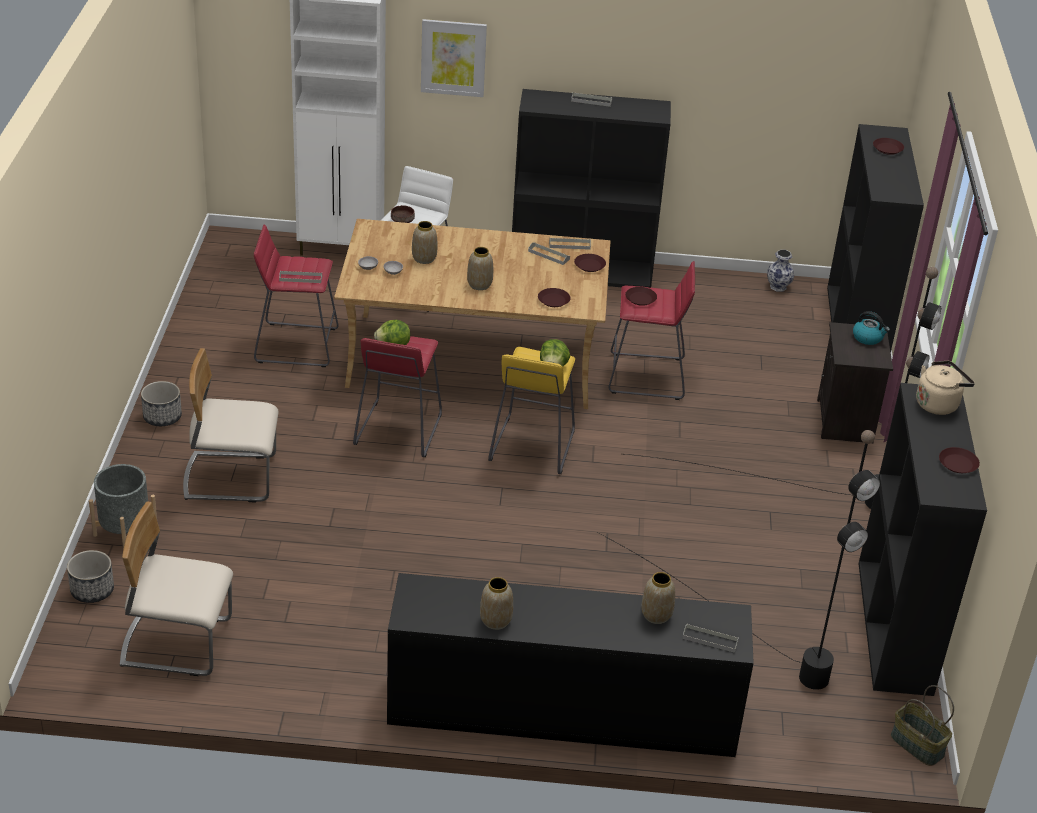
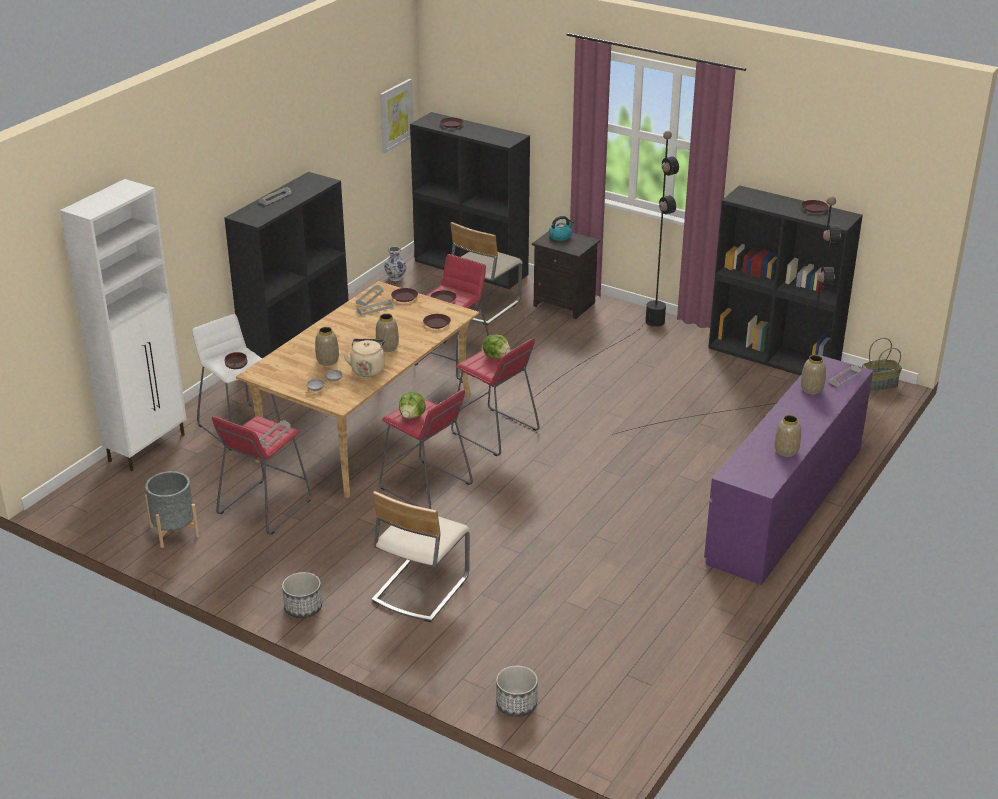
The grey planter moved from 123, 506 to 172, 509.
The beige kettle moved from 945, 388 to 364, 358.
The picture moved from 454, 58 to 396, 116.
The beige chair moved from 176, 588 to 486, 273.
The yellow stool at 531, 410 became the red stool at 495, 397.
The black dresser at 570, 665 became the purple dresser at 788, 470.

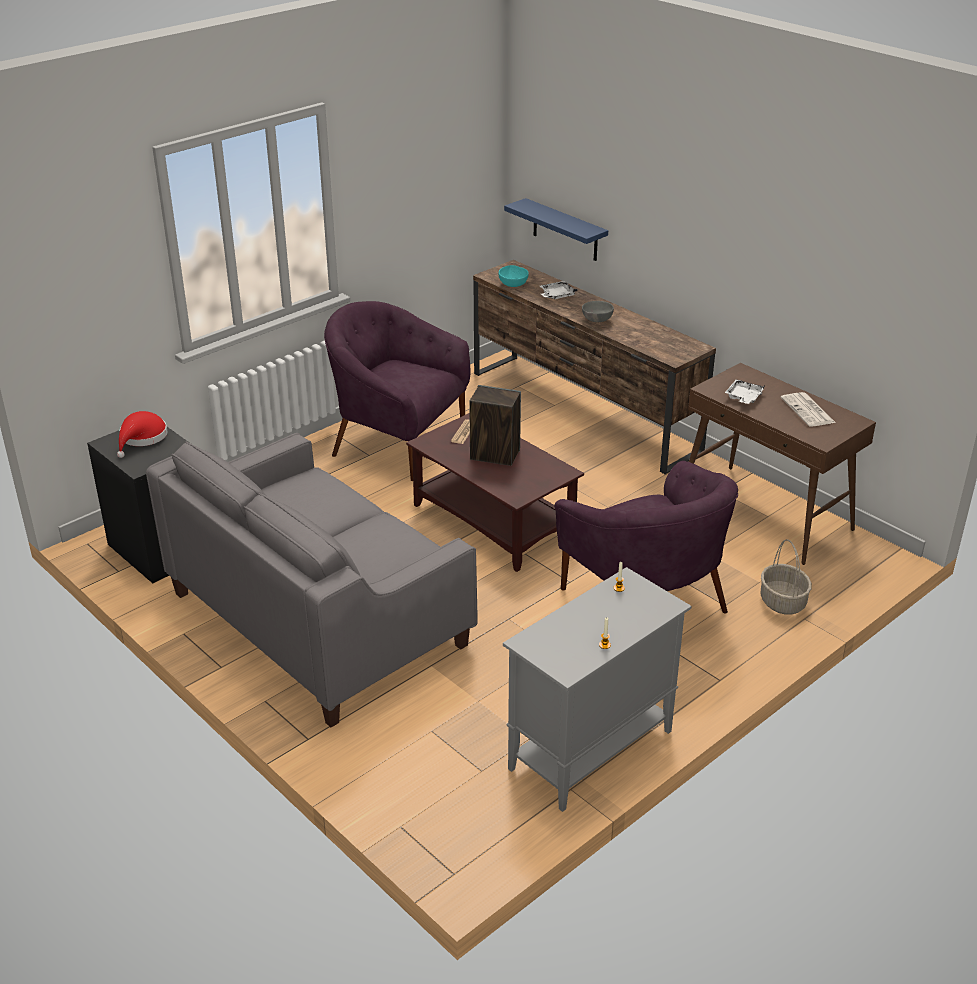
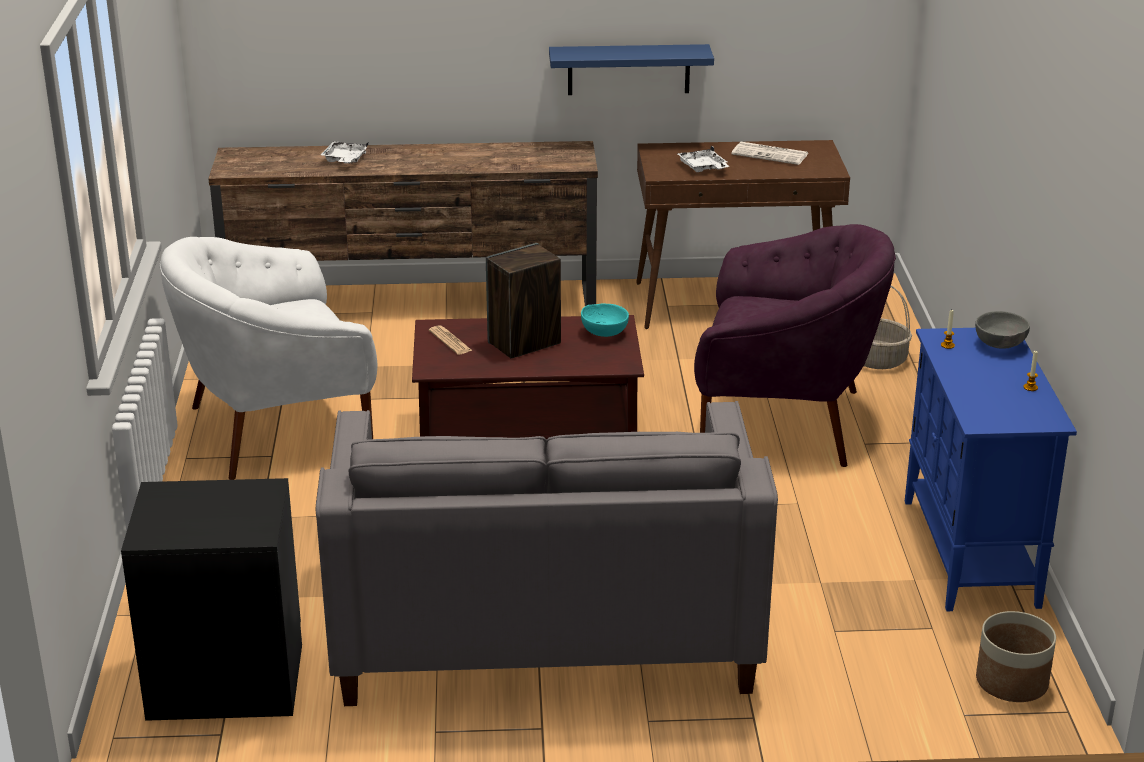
The purple armchair at 397, 391 became the white armchair at 268, 358.
The blue shelf moved from 556, 229 to 631, 69.
The turquoise bowl moved from 513, 276 to 605, 320.
The grey cabinet at 597, 689 became the blue cabinet at 991, 469.
The grey bowl moved from 598, 311 to 1002, 330.
The planter at 1016, 656 appeared.
The red hat at 142, 434 disappeared.

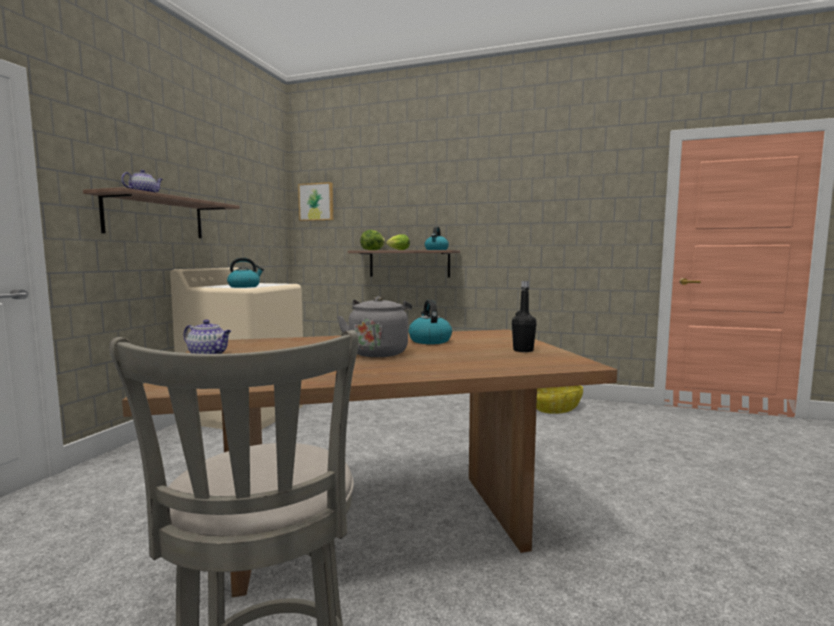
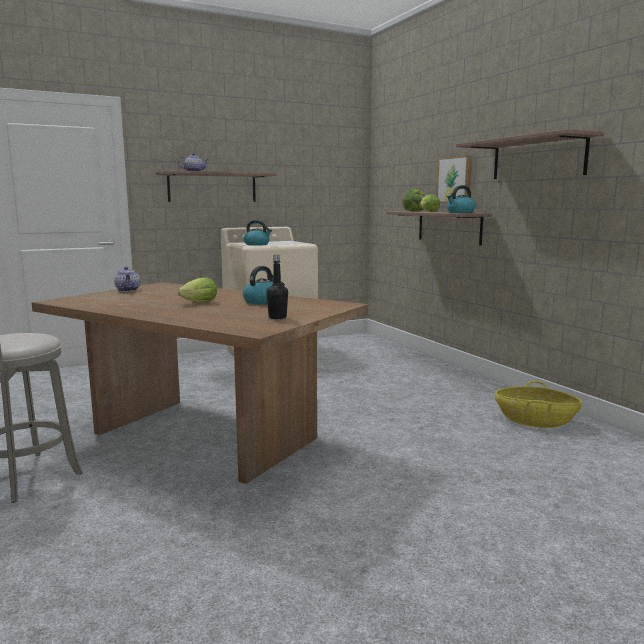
The grey kettle at 374, 326 was replaced by the lettuce at 197, 289.
The picture moved from 315, 201 to 454, 179.
The shelf at 530, 154 appeared.

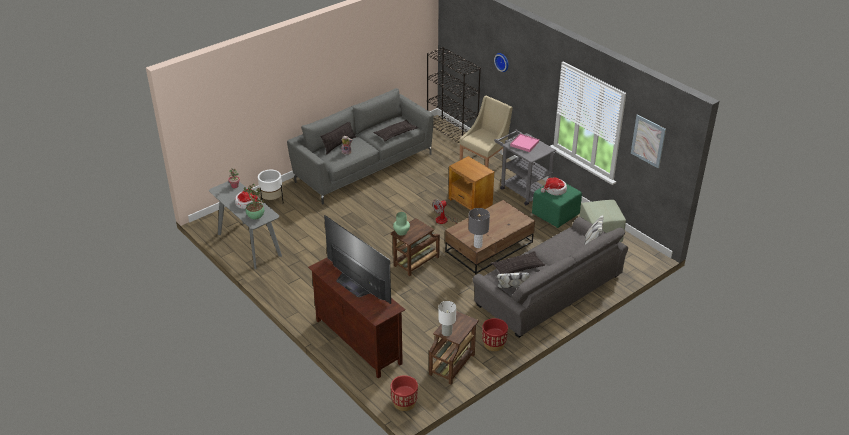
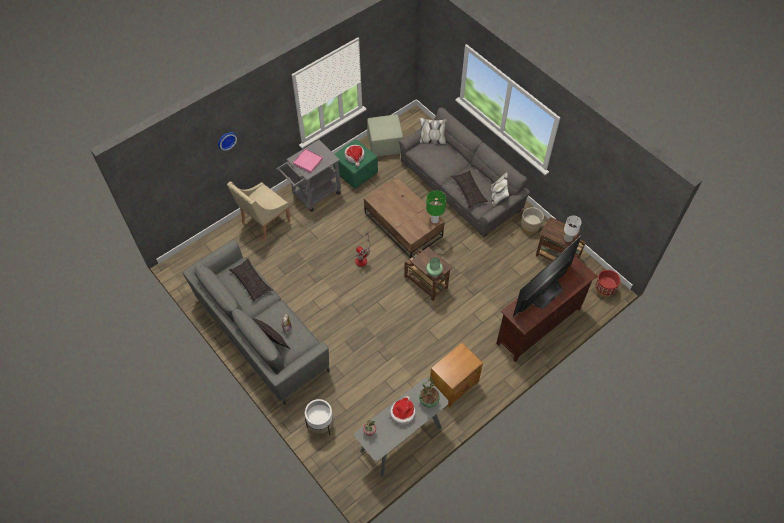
The beige armchair at 486, 131 turned 90 degrees counterclockwise.
The grey table lamp at 479, 228 became the green table lamp at 436, 206.
The brown side table moved from 471, 183 to 456, 375.
The red planter at 495, 334 became the beige planter at 532, 220.
The black bookcase at 454, 94 disappeared.
The picture at 648, 141 disappeared.

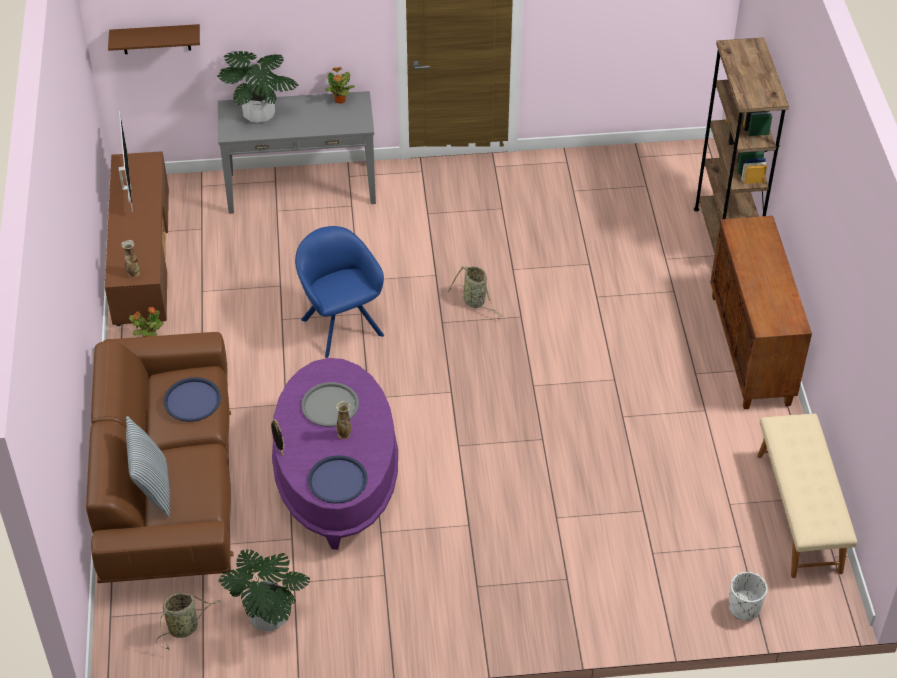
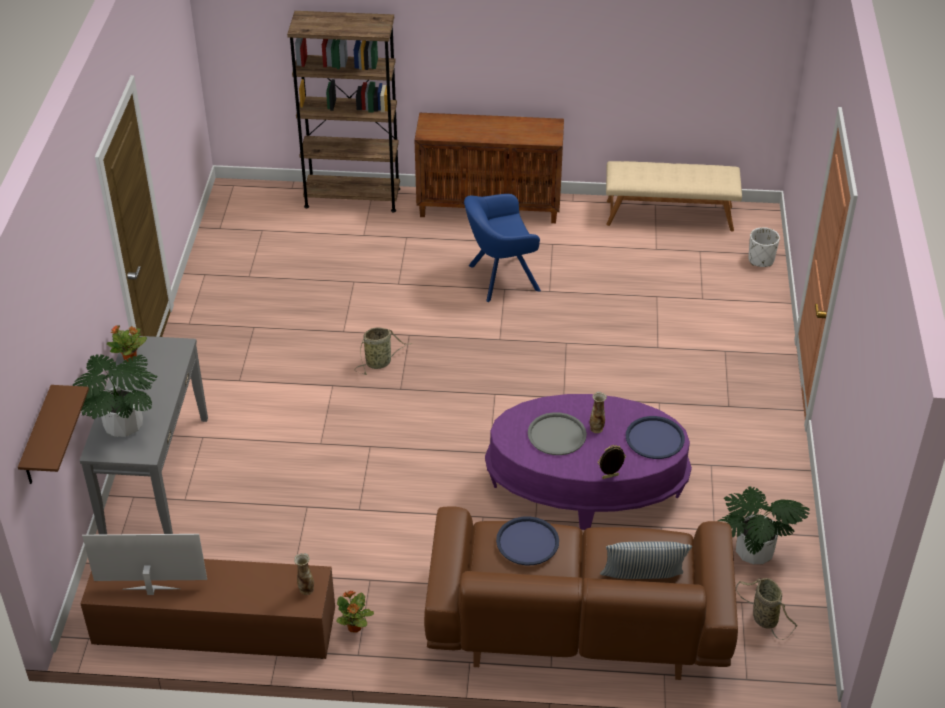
The blue armchair moved from 339, 292 to 502, 248.

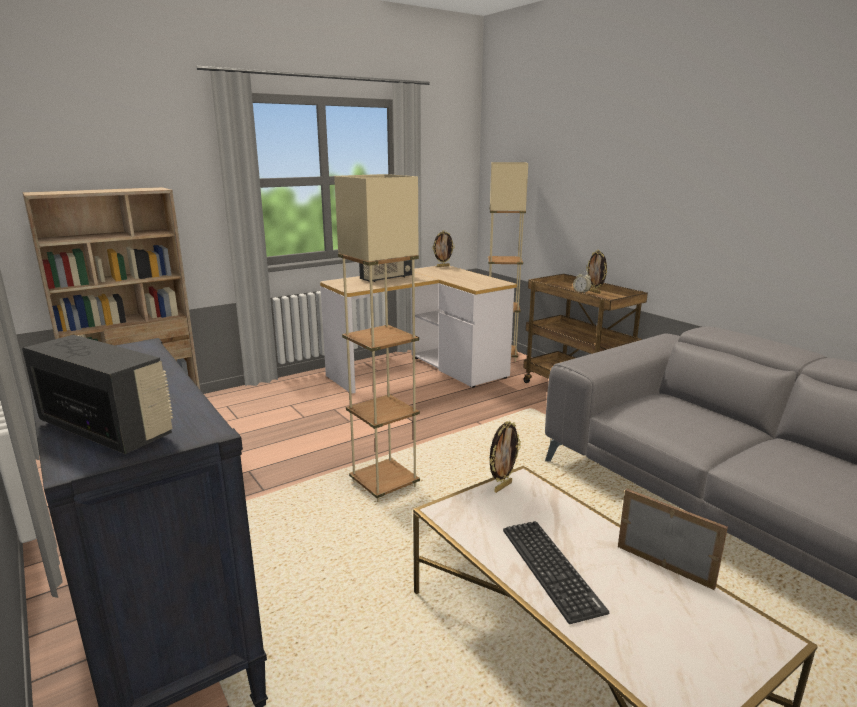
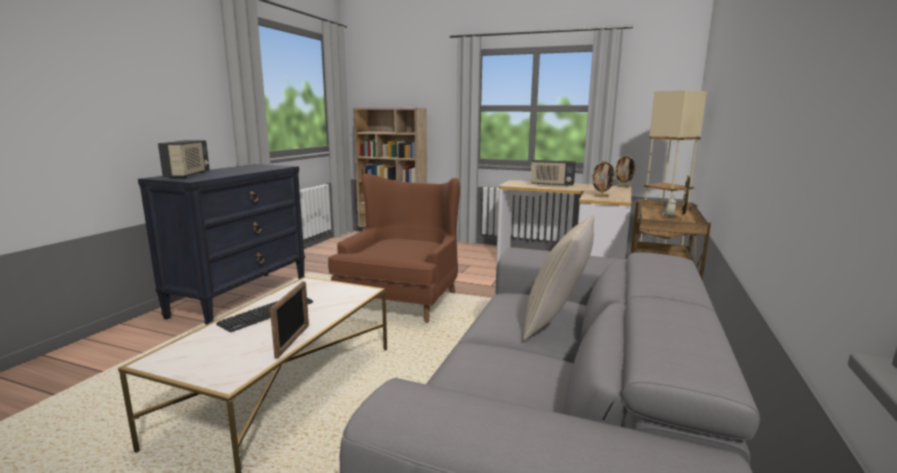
The beige floor lamp at 377, 338 was replaced by the brown armchair at 394, 248.
The beige pillow at 558, 277 appeared.
The picture frame moved from 505, 457 to 603, 178.

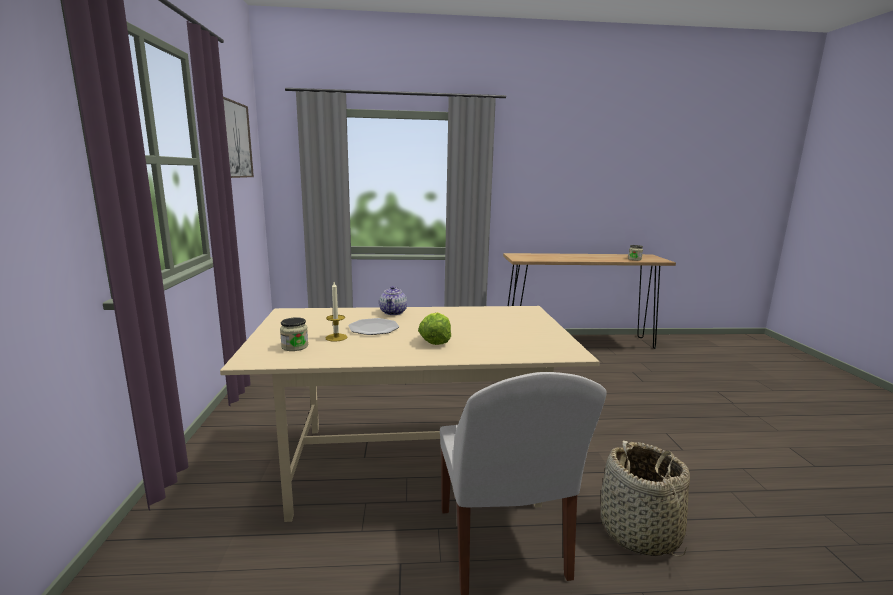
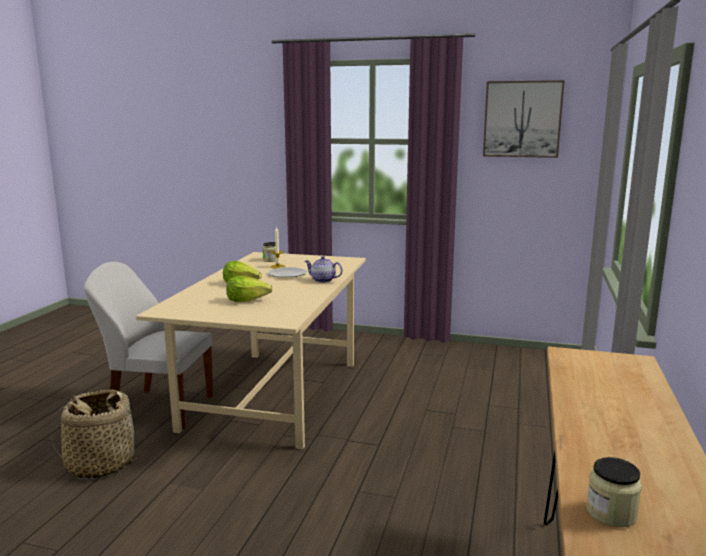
The lettuce at 249, 289 appeared.

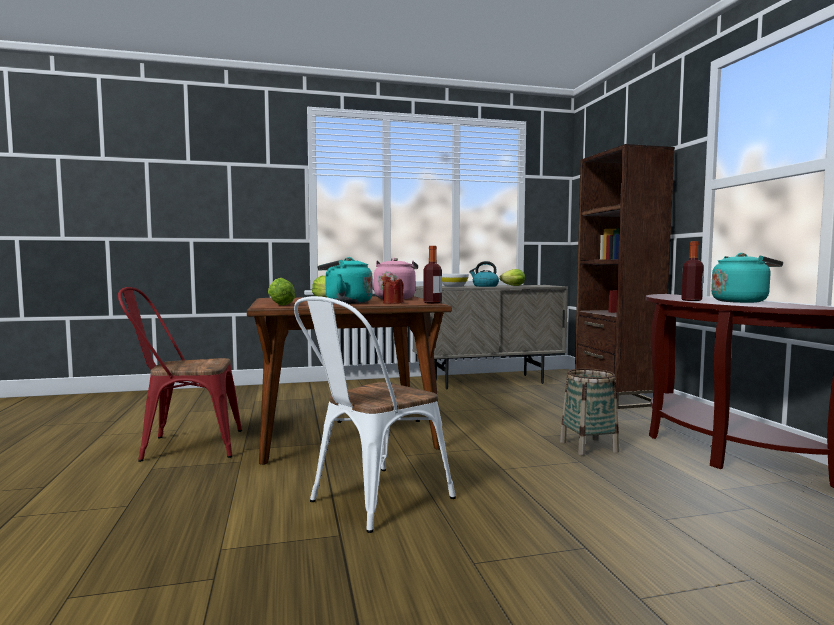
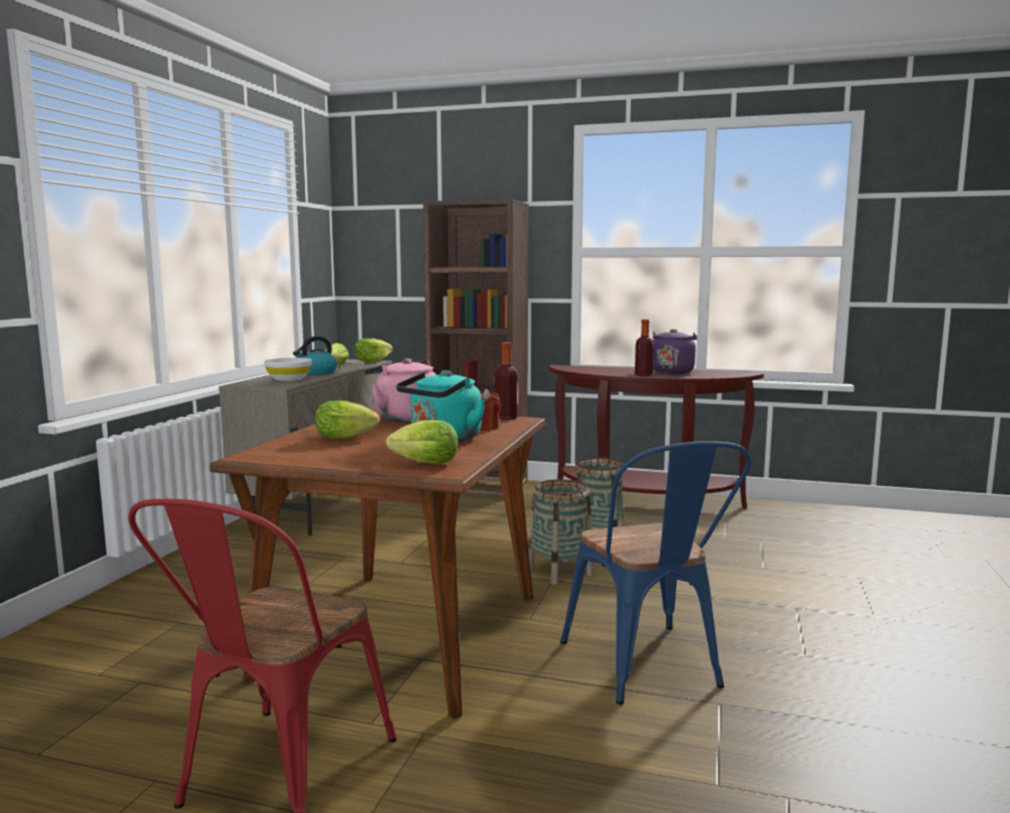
The lettuce at 374, 350 appeared.
The basket at 561, 532 appeared.
The white chair at 375, 414 became the blue chair at 655, 573.
The turquoise kettle at 747, 278 became the purple kettle at 675, 351.

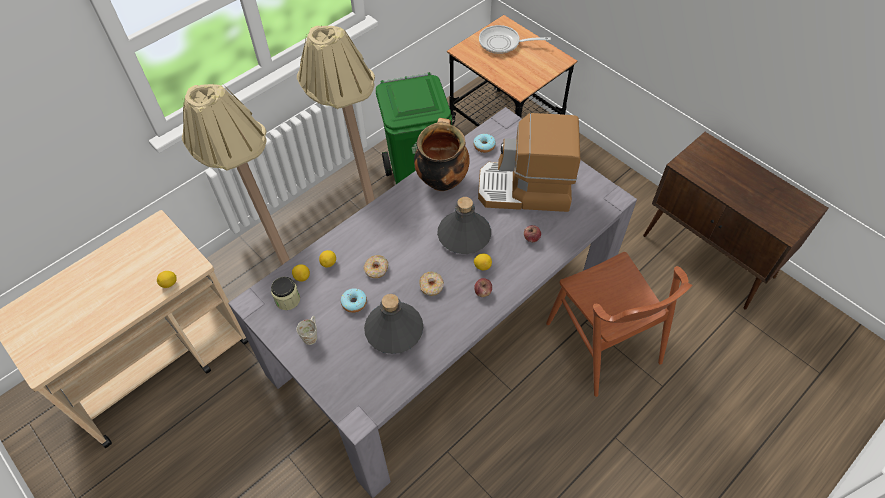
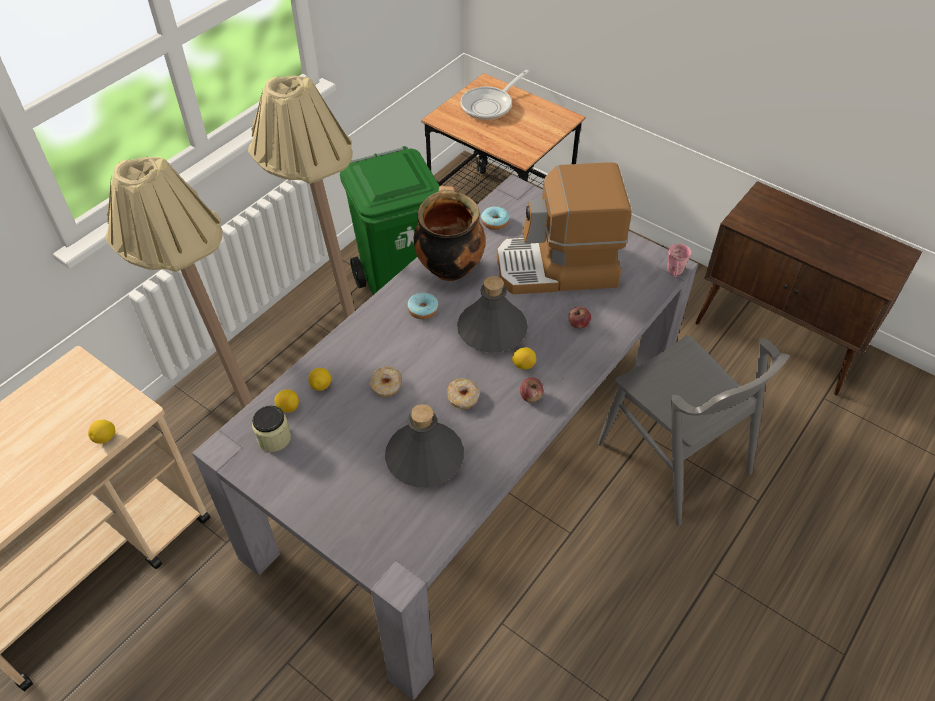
The donut moved from 354, 300 to 423, 305.
The frying pan at 515, 39 turned 45 degrees counterclockwise.
The brown chair at 619, 324 became the grey chair at 694, 430.
The pink mug at 679, 261 appeared.
The white mug at 307, 330 disappeared.

